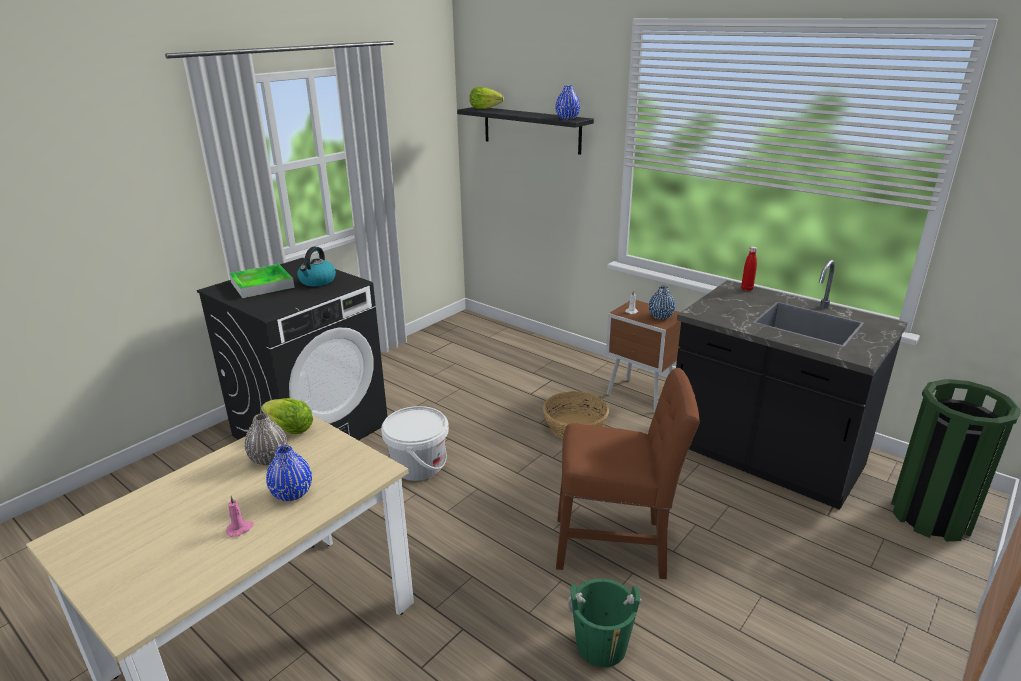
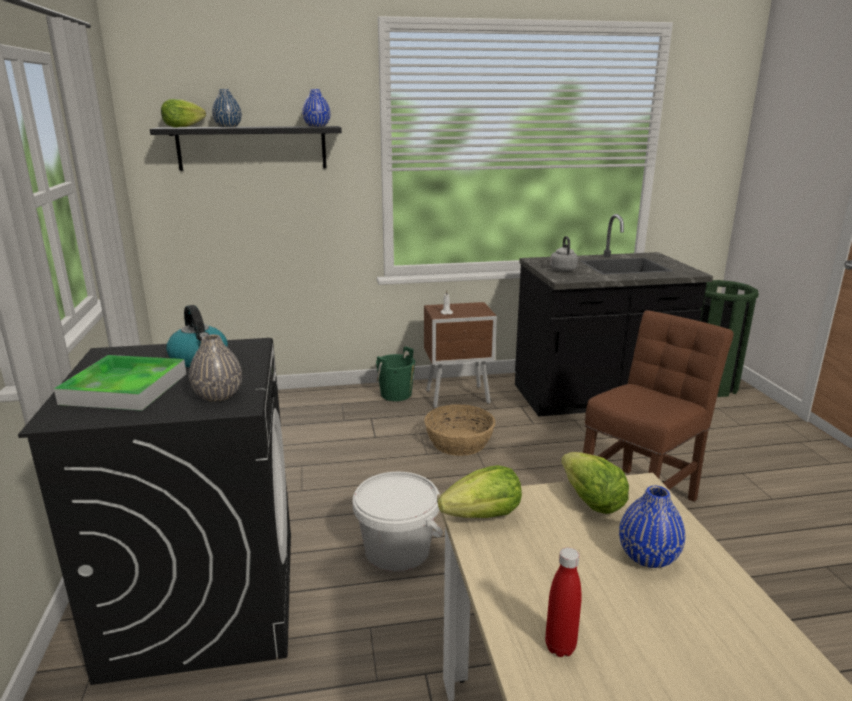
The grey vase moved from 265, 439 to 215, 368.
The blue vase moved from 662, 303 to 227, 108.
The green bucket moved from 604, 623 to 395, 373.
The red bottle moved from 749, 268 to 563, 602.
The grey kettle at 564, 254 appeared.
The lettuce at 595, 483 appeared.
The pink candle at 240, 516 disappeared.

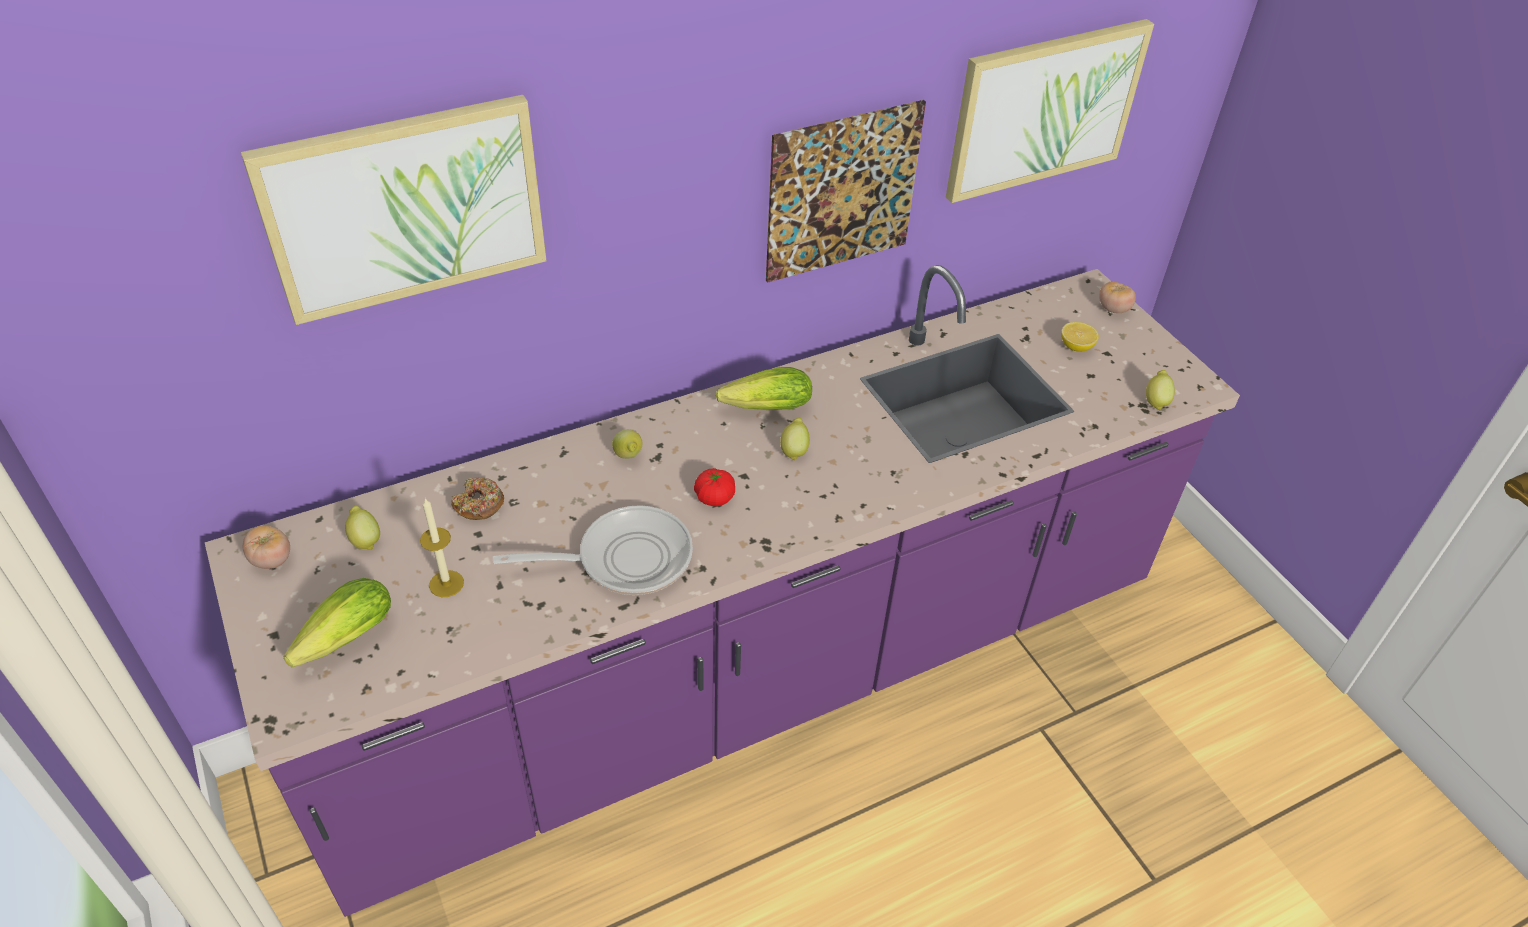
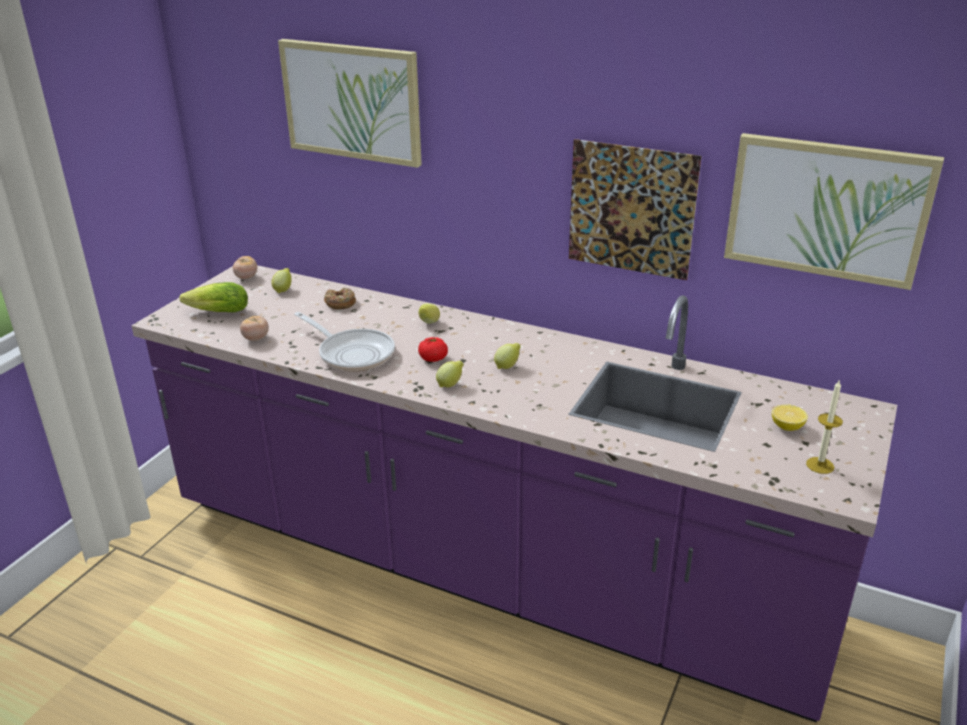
The tomato moved from 1117, 297 to 254, 328.
The lemon moved from 1160, 390 to 450, 374.
The candle moved from 442, 547 to 824, 426.
The lettuce at 763, 388 disappeared.

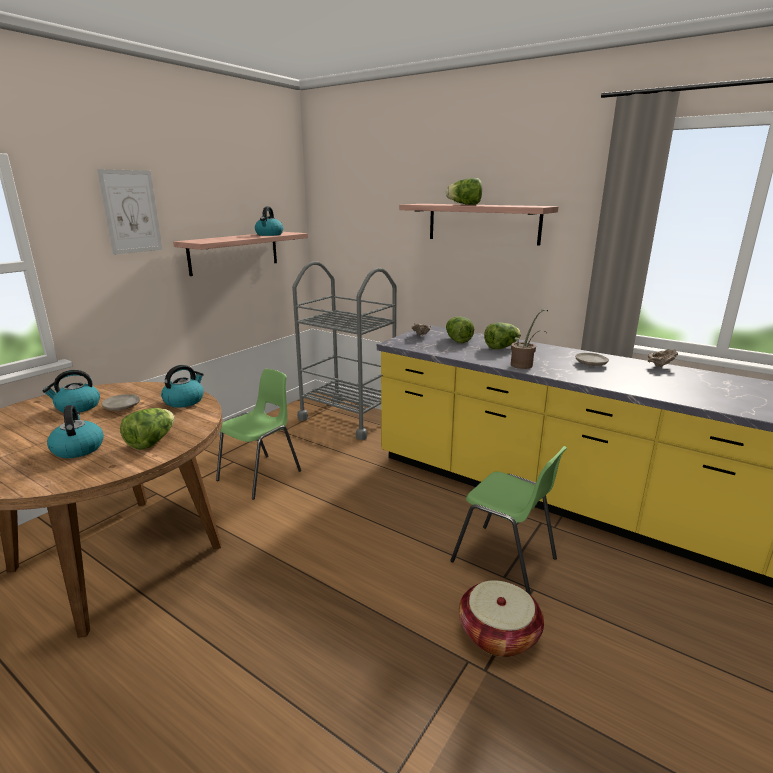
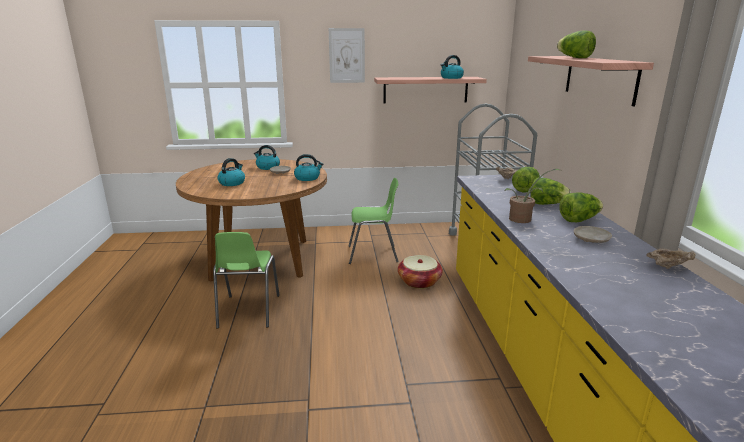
The green chair moved from 508, 520 to 246, 280.
The basket moved from 501, 618 to 420, 272.
The lettuce moved from 147, 429 to 581, 207.

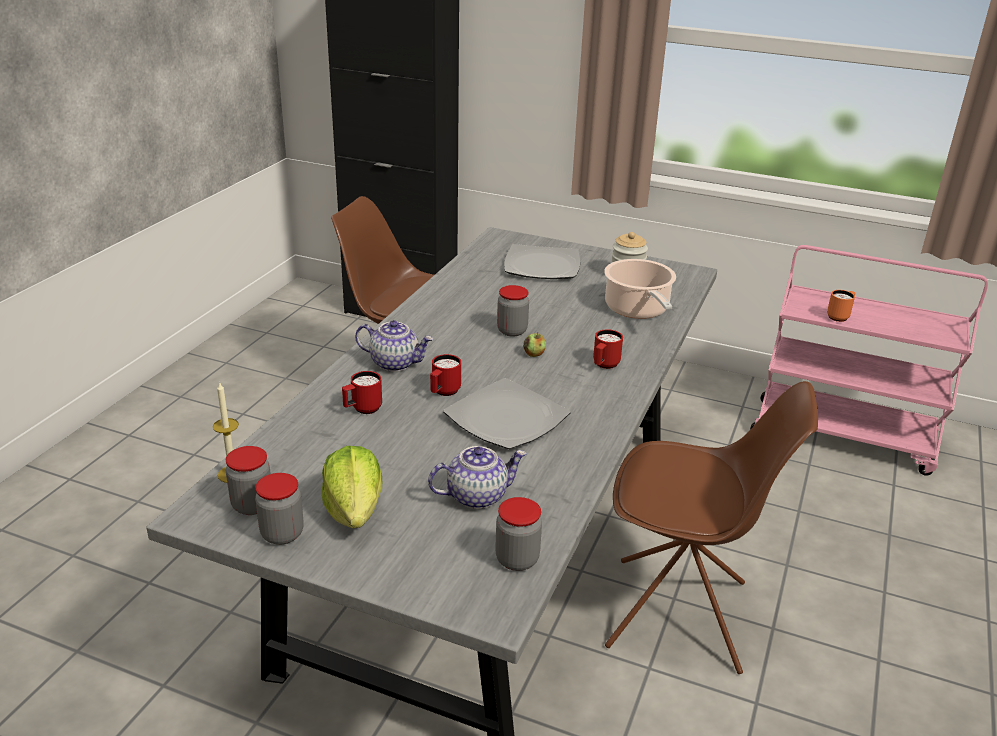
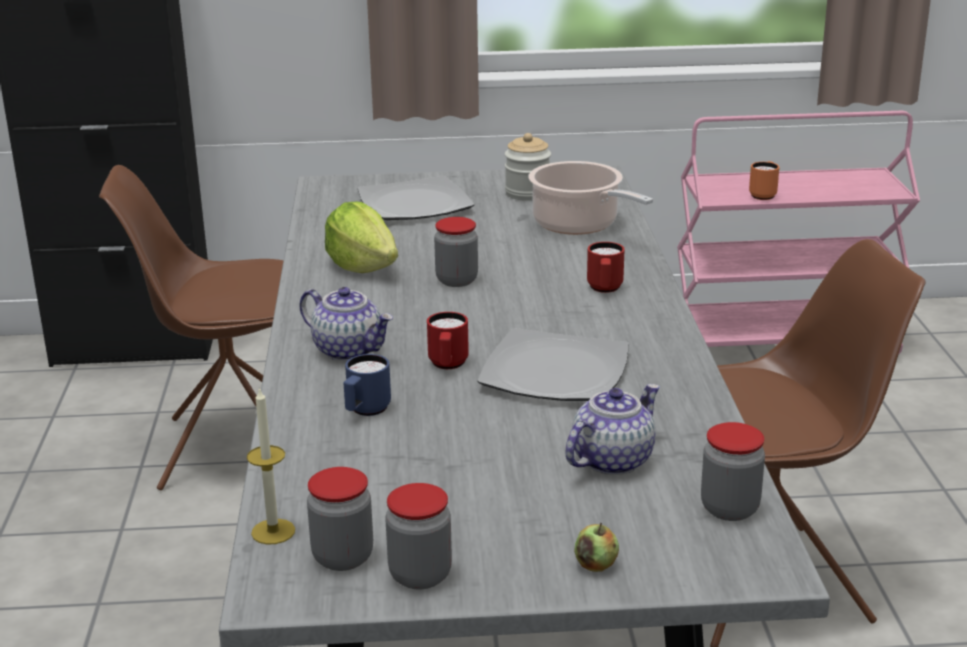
The teapot at 394, 346 turned 45 degrees clockwise.
The lettuce moved from 352, 487 to 361, 237.
The red mug at 362, 392 became the blue mug at 367, 385.
The apple moved from 534, 345 to 596, 547.

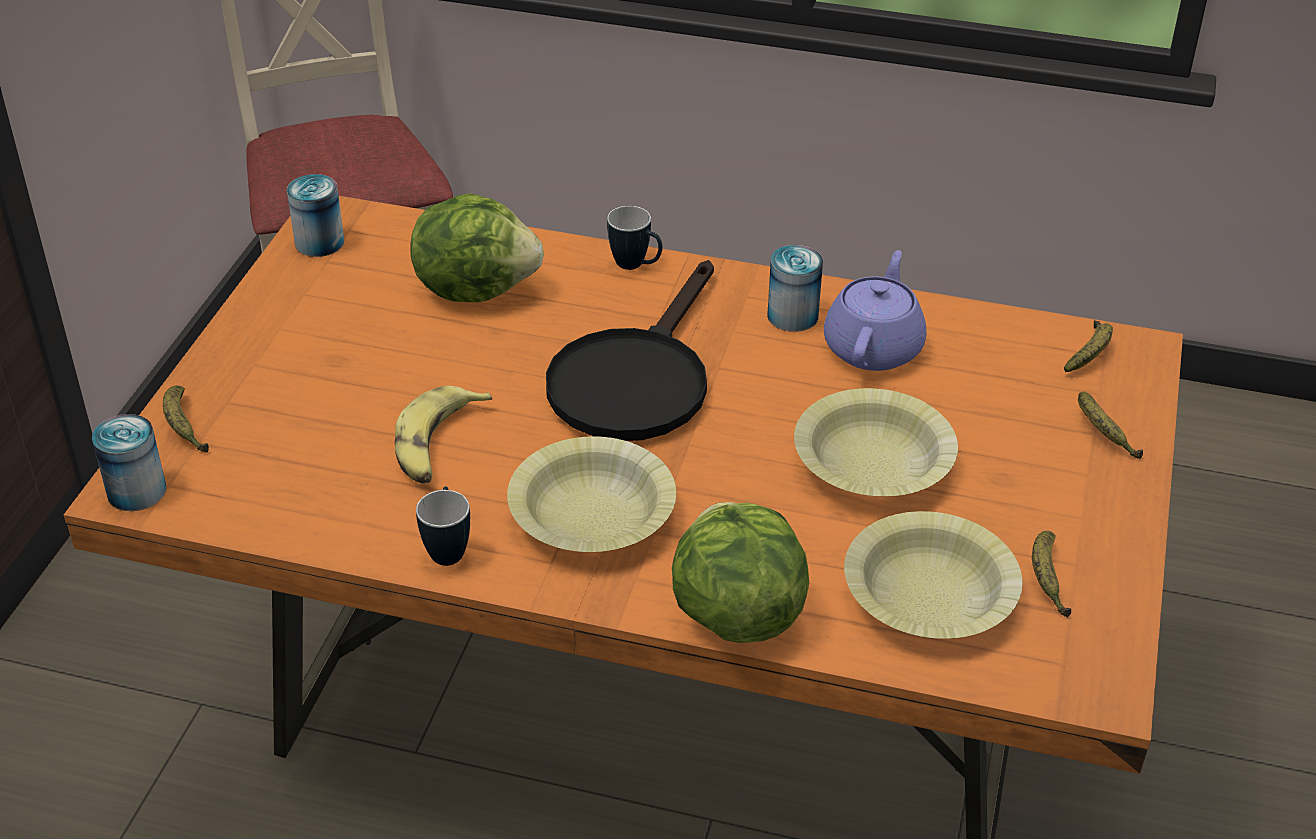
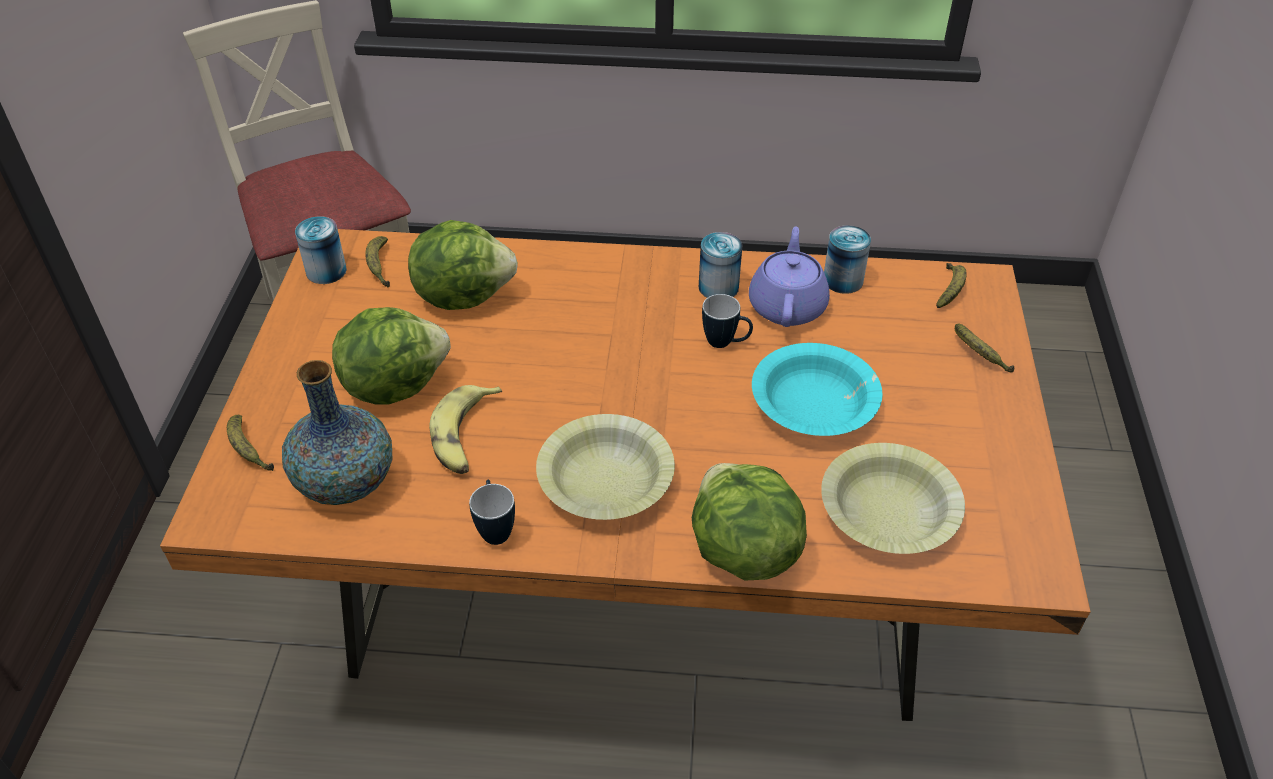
The vase at 337, 432 appeared.
The lettuce at 391, 356 appeared.
The banana moved from 1051, 574 to 377, 262.
The mug moved from 634, 238 to 727, 321.
The yellow bowl at 876, 442 became the turquoise bowl at 817, 389.
The can moved from 129, 462 to 847, 259.
The black frying pan at 630, 350 disappeared.

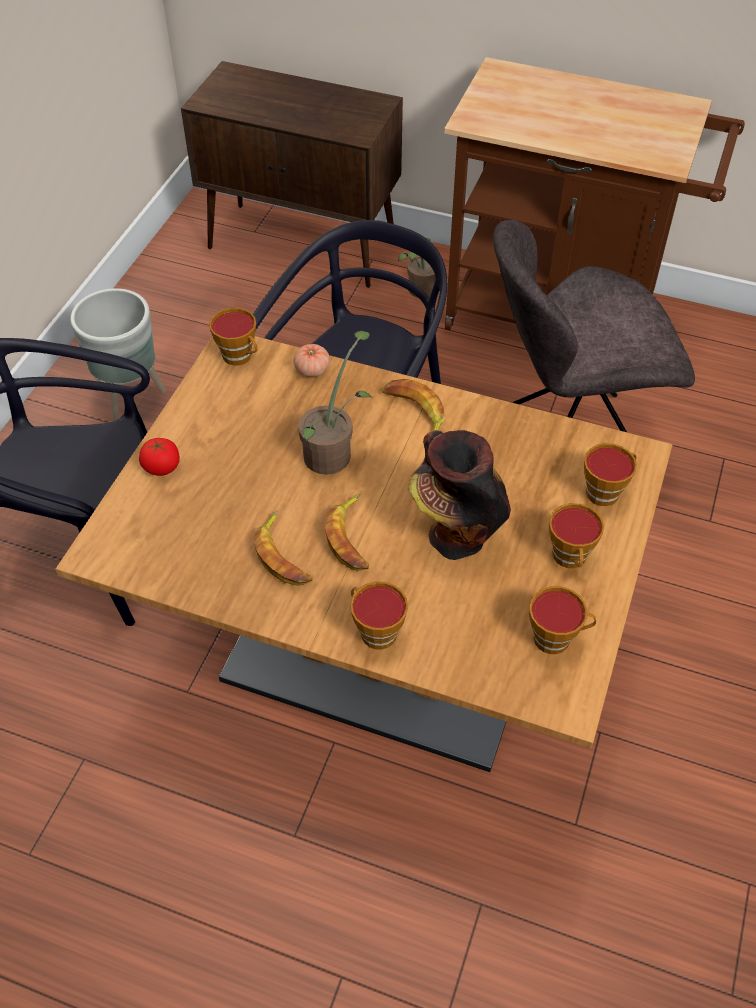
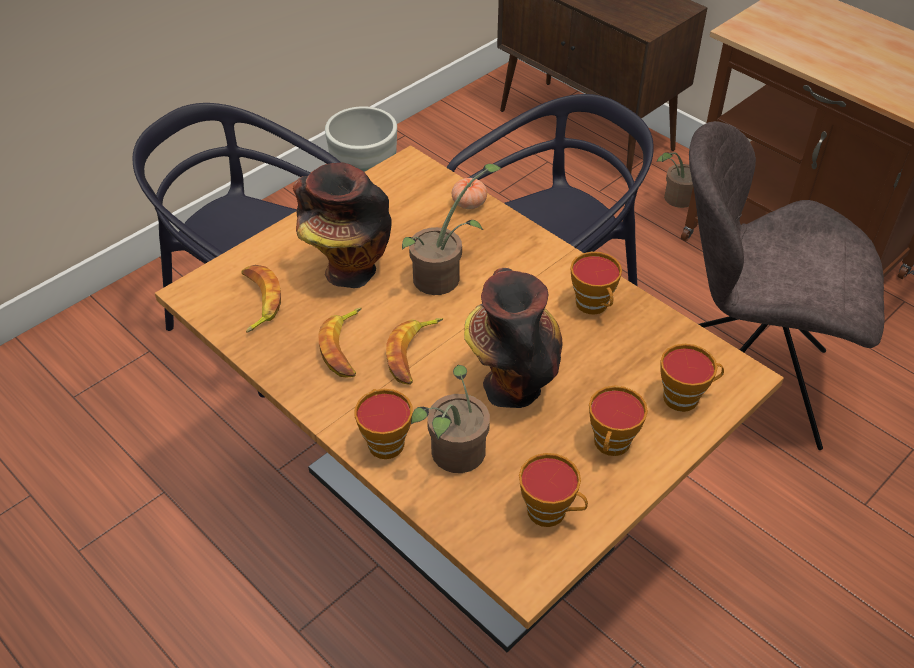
The banana moved from 413, 405 to 261, 299.
The vase at 342, 225 appeared.
The potted plant at 450, 419 appeared.
The cup moved from 233, 337 to 596, 283.
The tomato at 159, 457 disappeared.

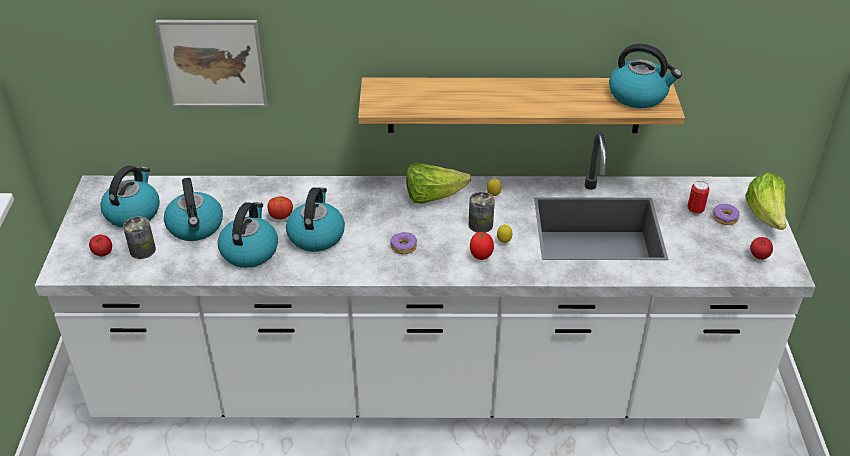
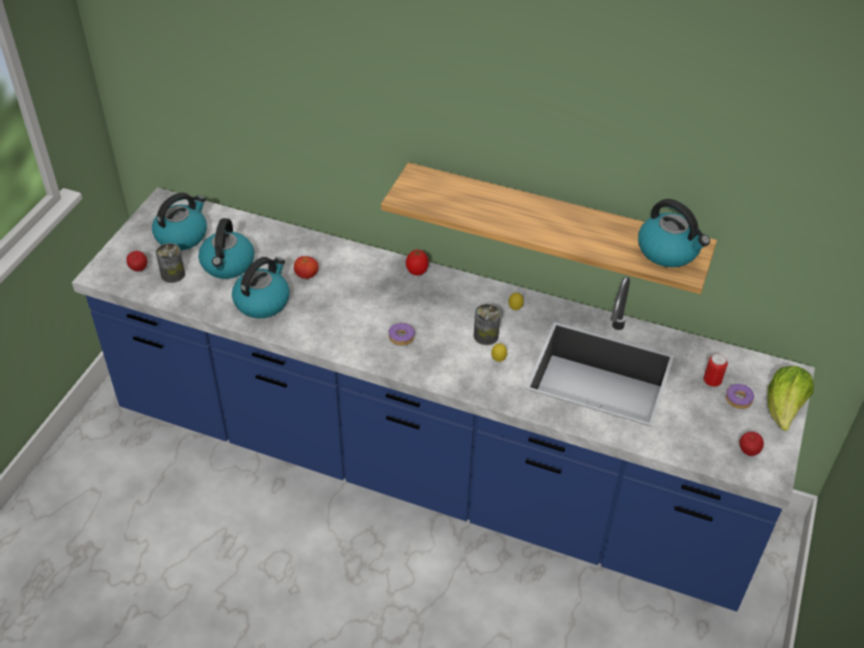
The white counter at 425, 276 became the blue counter at 443, 399.
The tomato moved from 482, 246 to 417, 262.
The picture at 211, 63 disappeared.
The kettle at 315, 219 disappeared.
The lettuce at 438, 183 disappeared.

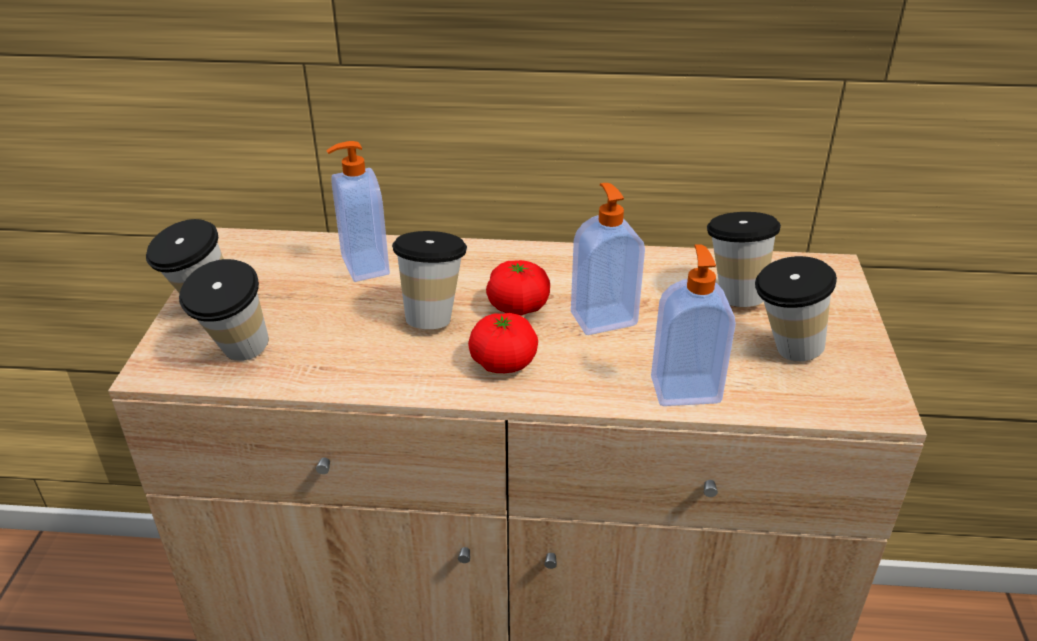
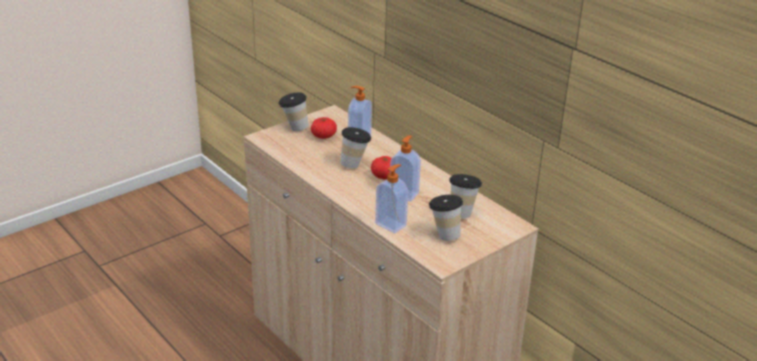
The tomato moved from 503, 343 to 324, 128.
The cup at 224, 310 disappeared.

